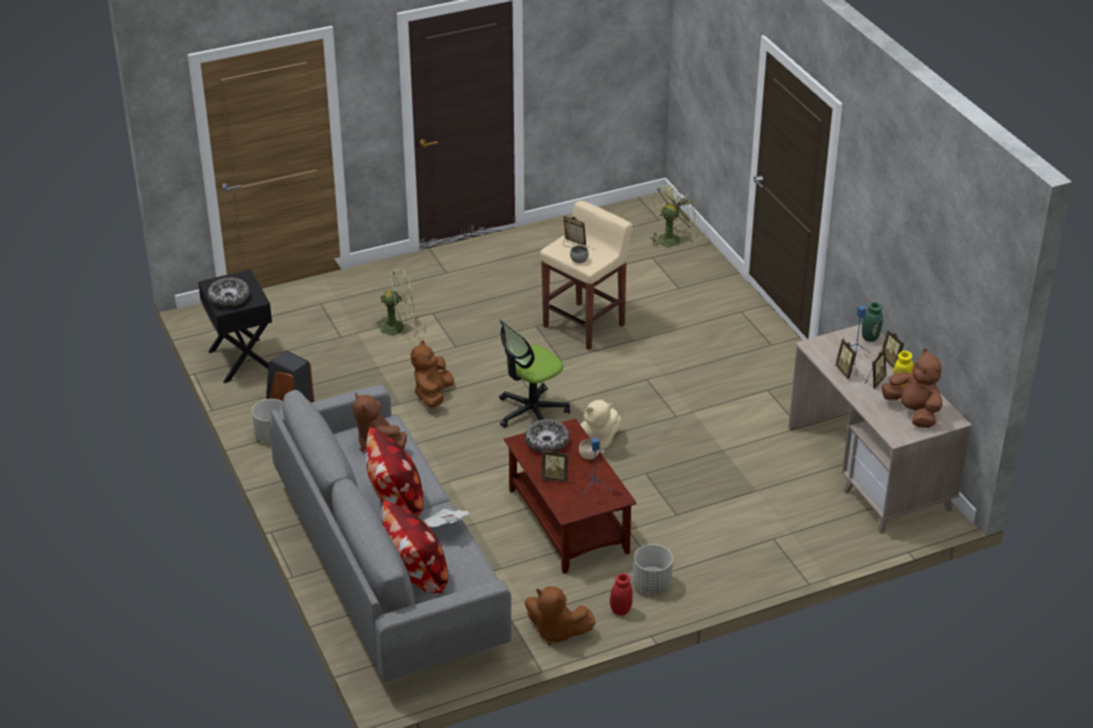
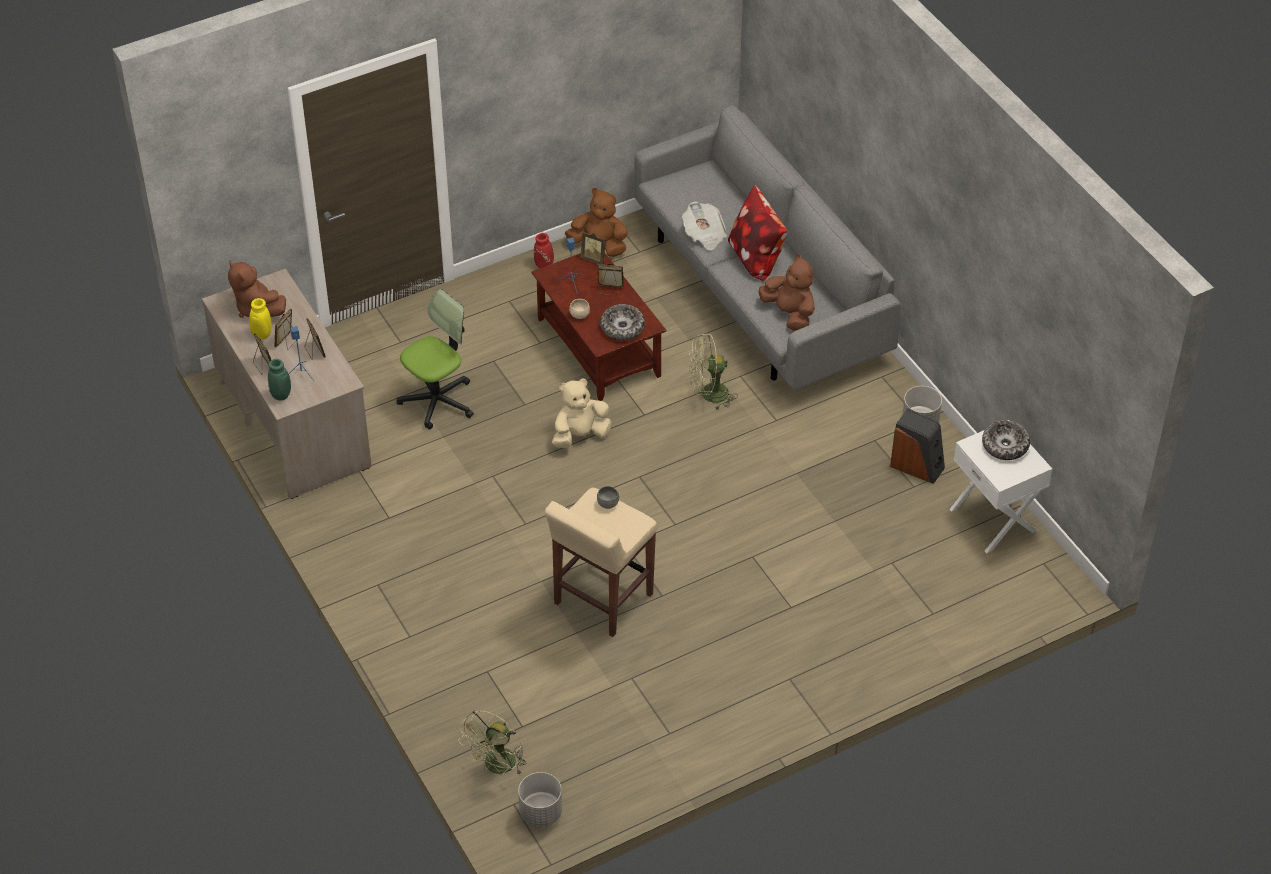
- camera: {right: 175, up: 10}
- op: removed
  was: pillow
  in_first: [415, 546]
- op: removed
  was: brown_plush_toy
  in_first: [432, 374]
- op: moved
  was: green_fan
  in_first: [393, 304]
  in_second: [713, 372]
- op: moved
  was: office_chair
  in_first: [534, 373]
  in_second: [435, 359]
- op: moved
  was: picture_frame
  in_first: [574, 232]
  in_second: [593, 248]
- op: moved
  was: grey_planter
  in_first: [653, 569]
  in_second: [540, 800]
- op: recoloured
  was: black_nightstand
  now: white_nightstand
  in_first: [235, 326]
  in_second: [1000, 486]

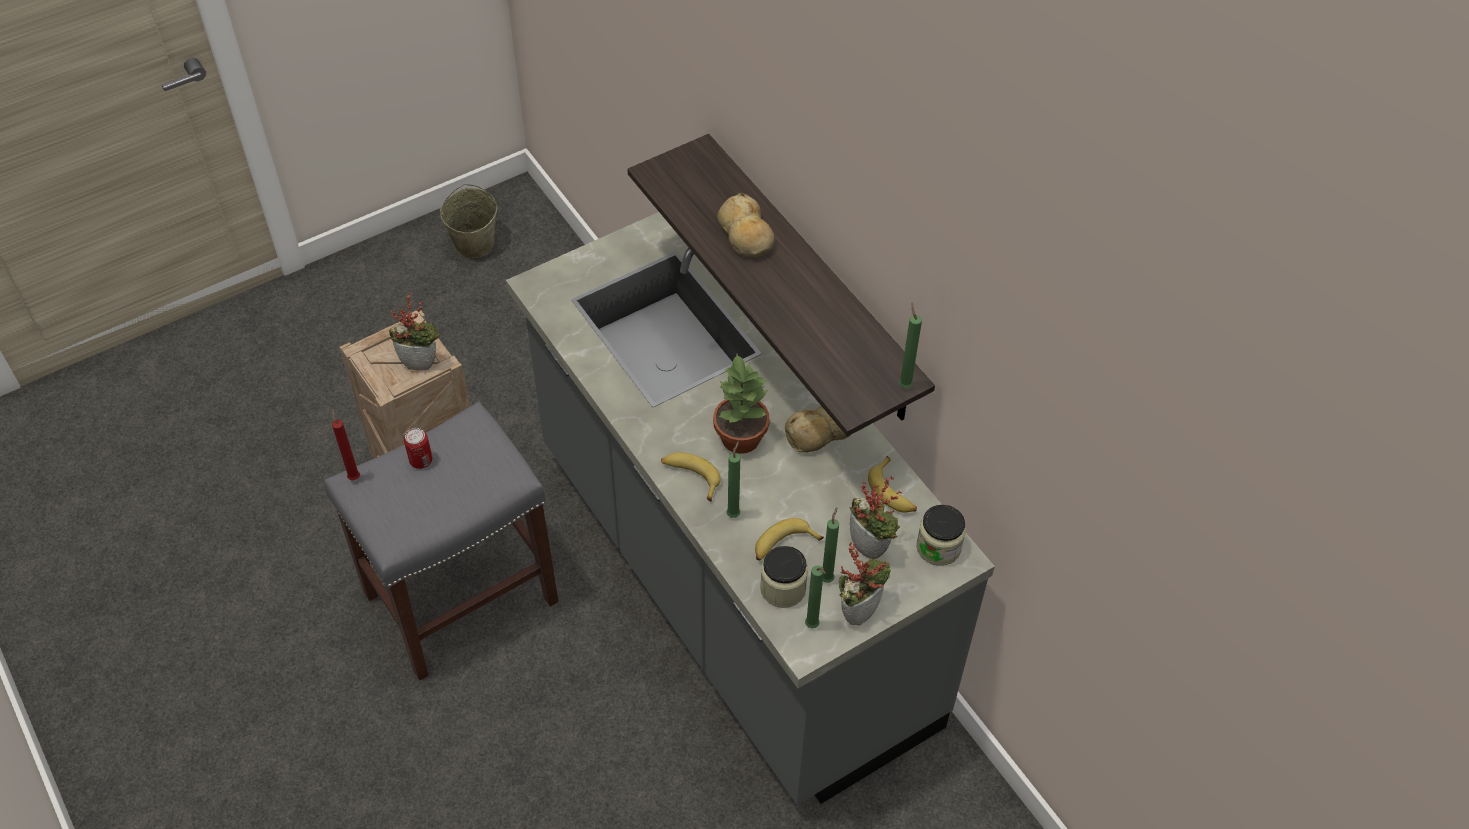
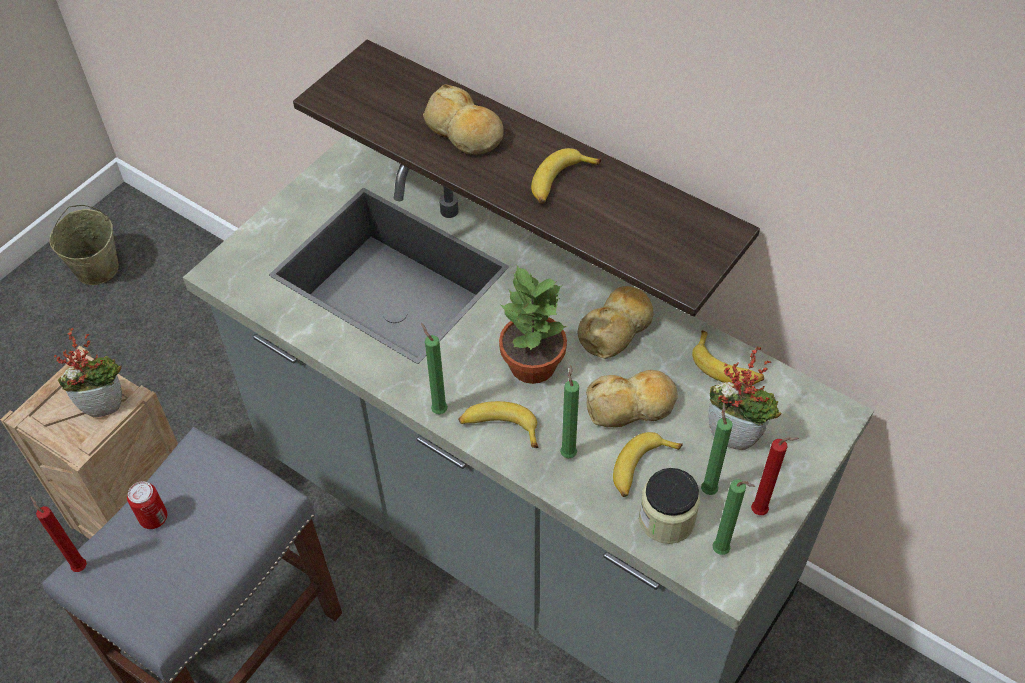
- camera: {right: -20, up: 0}
- op: removed
  was: jar
  in_first: [941, 535]
- op: added
  now: banana
  in_second: [566, 176]
- op: added
  now: bread
  in_second: [632, 398]
- op: moved
  was: green_candle
  in_first: [910, 345]
  in_second: [434, 368]
- op: replaced
  was: potted_plant
  now: red_candle
  in_first: [865, 584]
  in_second: [775, 476]

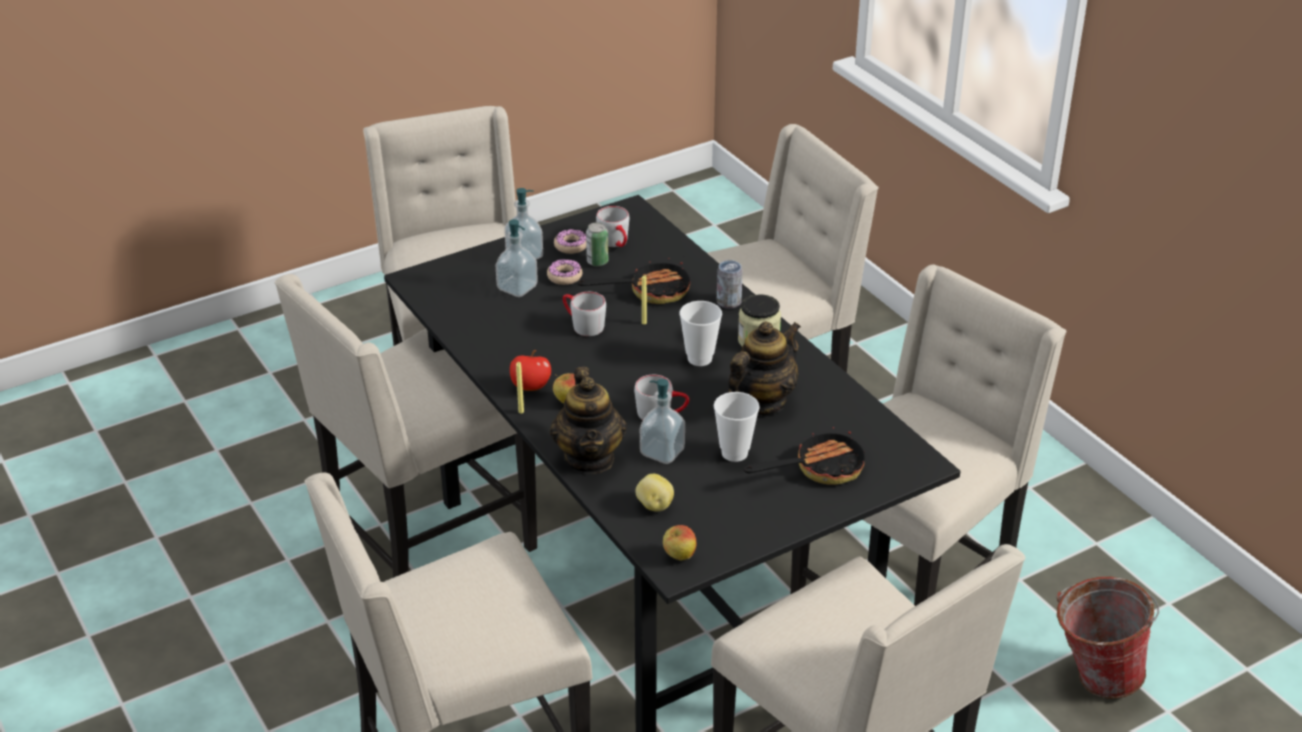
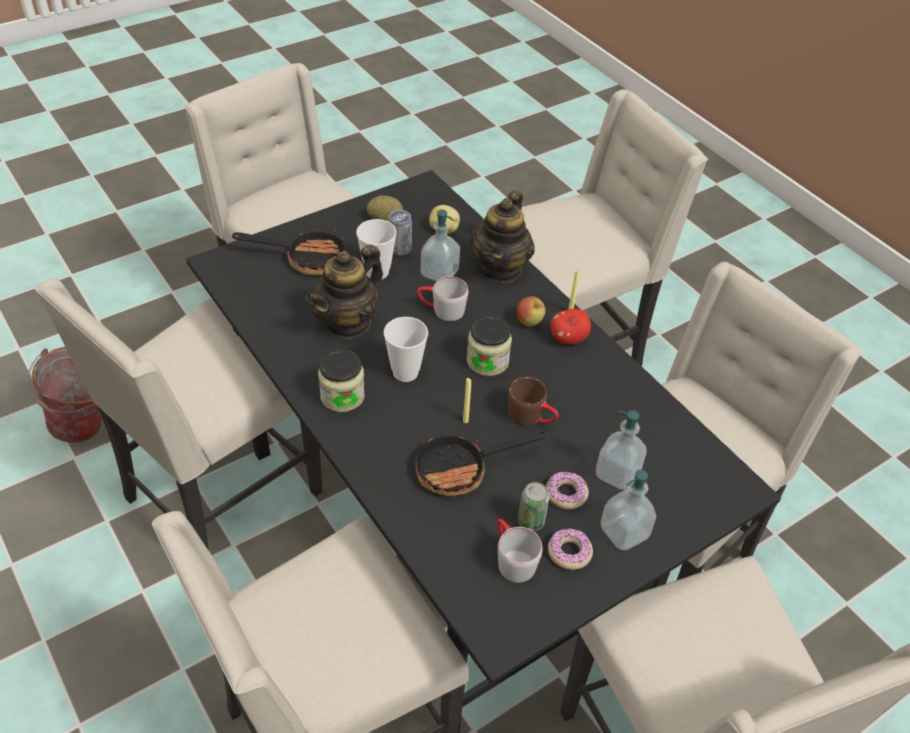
- camera: {right: 175, up: 10}
- op: removed
  was: apple
  in_first: [680, 542]
- op: added
  now: potato
  in_second: [385, 208]
- op: added
  now: jar
  in_second: [489, 346]
- op: moved
  was: can
  in_first: [730, 284]
  in_second: [400, 232]
- op: recoloured
  was: grey_mug
  now: brown_mug
  in_first: [584, 314]
  in_second: [533, 401]
- op: turned
  was: teapot
  in_first: [588, 420]
  in_second: [503, 236]
  clockwise: -150
- op: turned
  was: frying_pan
  in_first: [804, 455]
  in_second: [288, 252]
  clockwise: -150

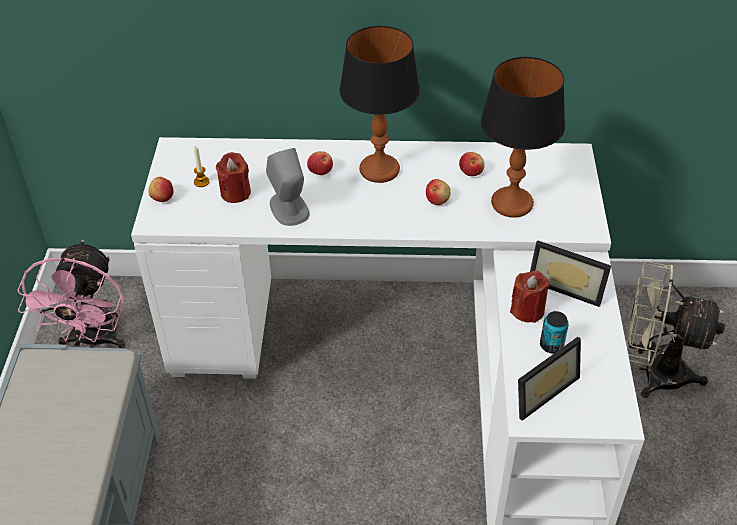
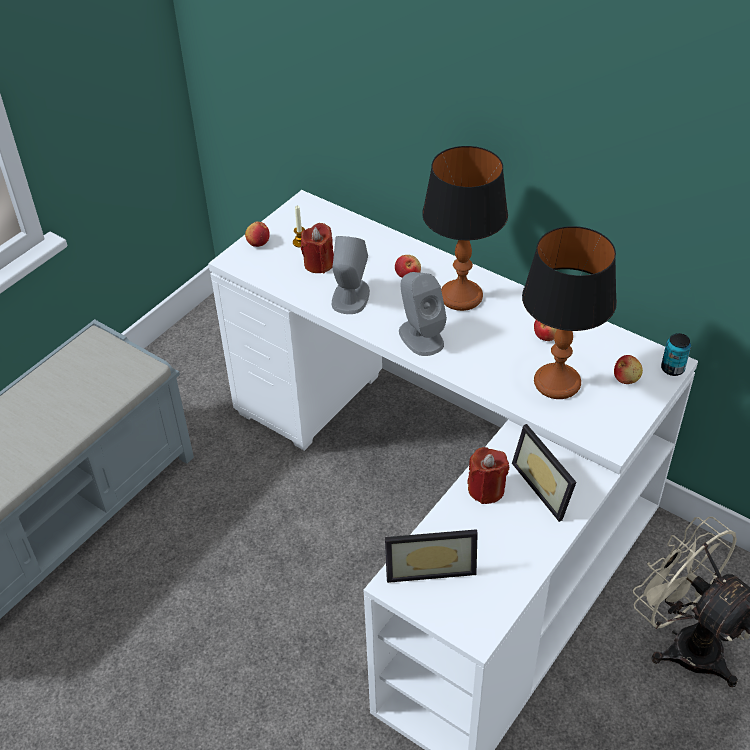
- camera: {right: 35, up: 0}
- op: removed
  was: pink_fan
  in_first: [71, 294]
- op: added
  now: grey_speaker
  in_second: [423, 314]
- op: moved
  was: apple
  in_first: [438, 192]
  in_second: [628, 369]
- op: moved
  was: can
  in_first: [554, 332]
  in_second: [676, 354]

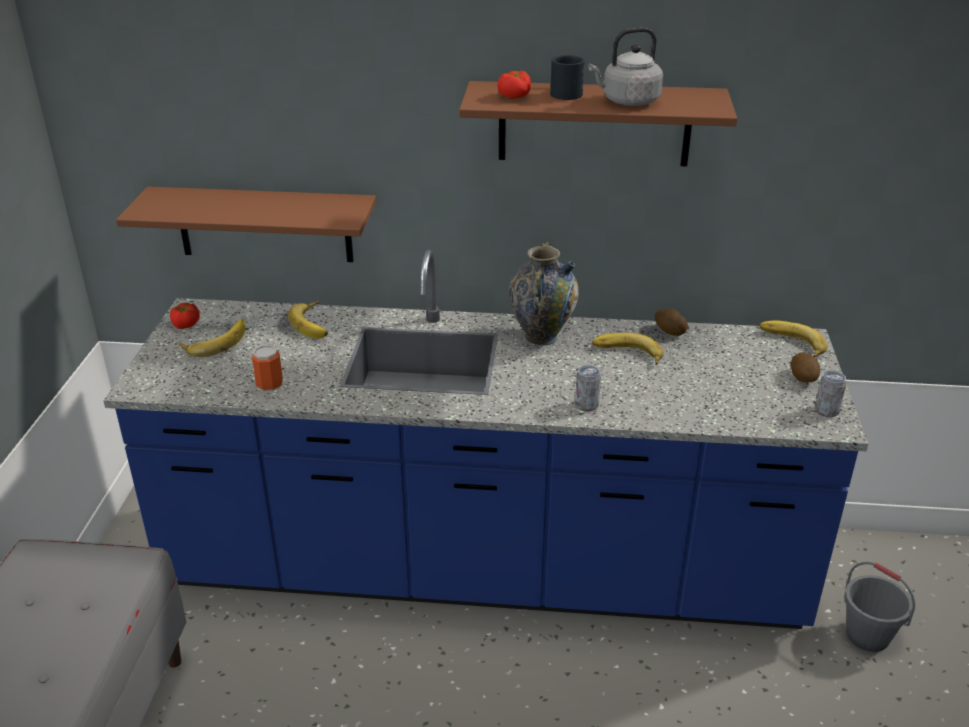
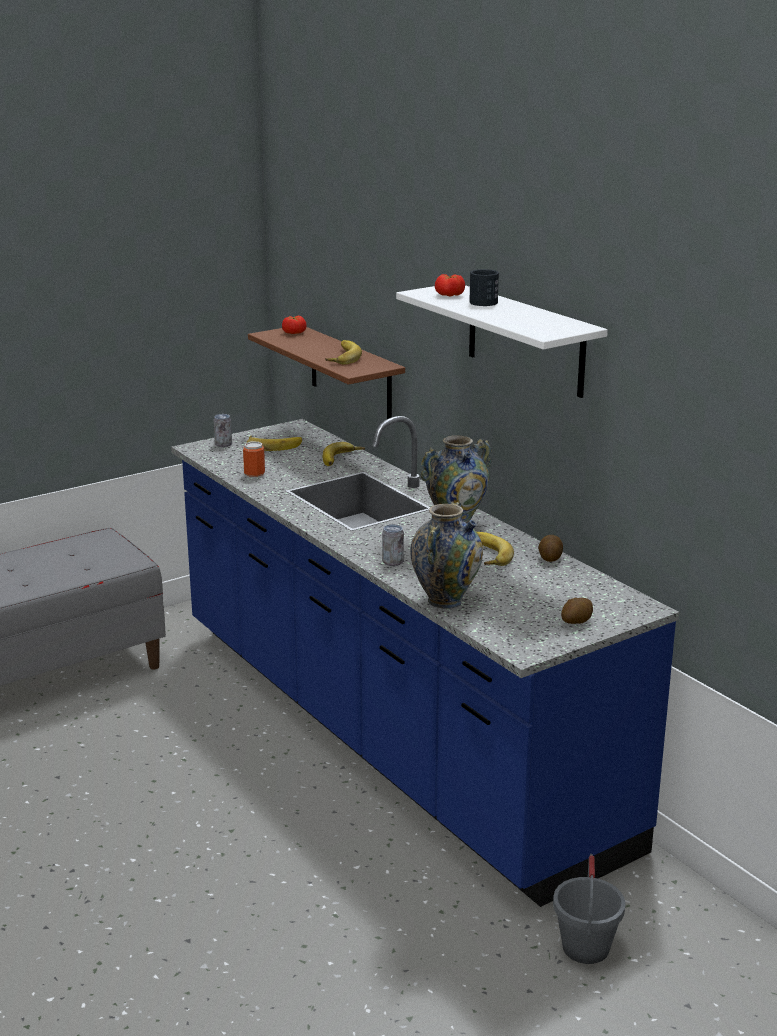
- camera: {right: 50, up: -10}
- op: removed
  was: grey_kettle
  in_first: [625, 66]
- op: added
  now: vase
  in_second: [446, 555]
- op: moved
  was: tomato
  in_first: [185, 316]
  in_second: [294, 325]
- op: moved
  was: banana
  in_first: [793, 338]
  in_second: [343, 352]
- op: moved
  was: can
  in_first: [830, 394]
  in_second: [223, 430]
- op: recoloured
  was: brown_shelf
  now: white_shelf
  in_first: [598, 123]
  in_second: [502, 341]

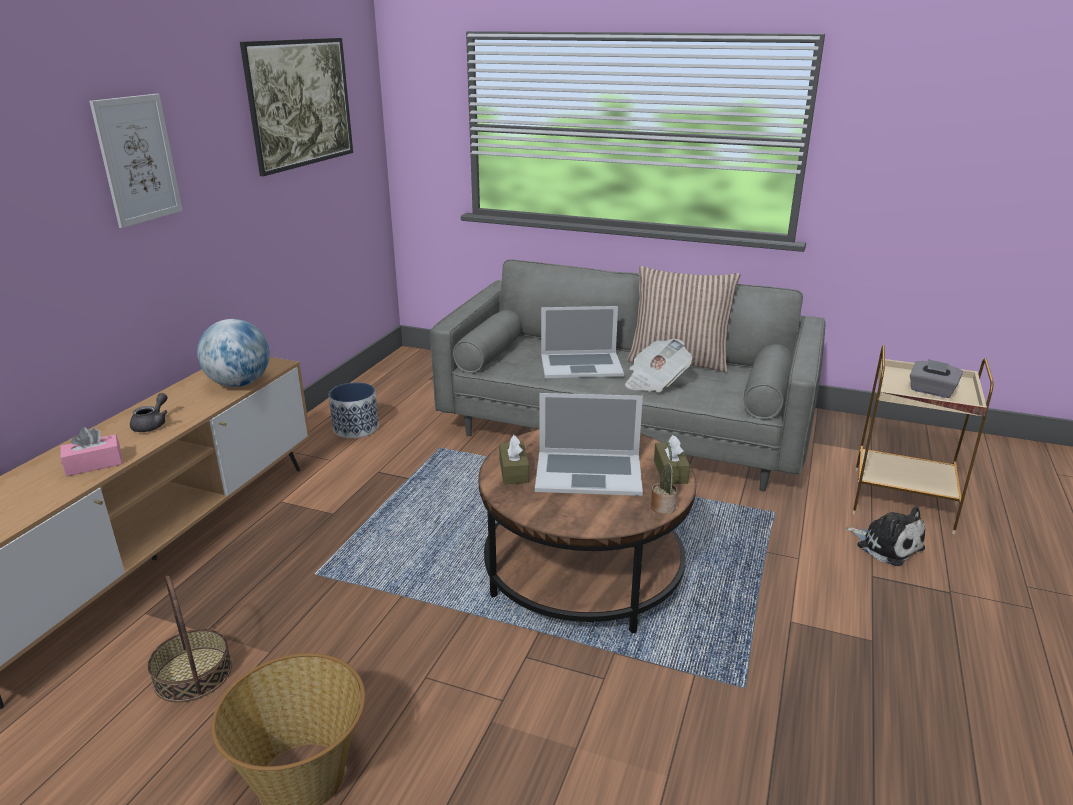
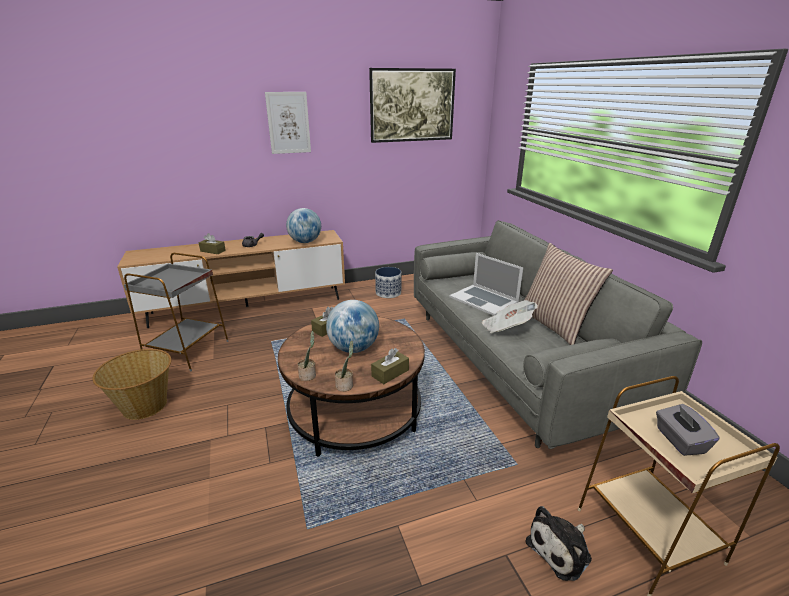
- camera: {right: 50, up: 0}
- op: added
  now: potted_plant
  in_second: [306, 356]
- op: replaced
  was: basket
  now: grey_side_table
  in_first: [190, 638]
  in_second: [176, 312]
- op: replaced
  was: laptop
  now: globe
  in_first: [589, 444]
  in_second: [352, 326]
- op: recoloured
  was: pink_tissue_box
  now: brown_tissue_box
  in_first: [91, 451]
  in_second: [212, 243]
- op: turned
  was: plush_toy
  in_first: [886, 536]
  in_second: [559, 543]
  clockwise: 45

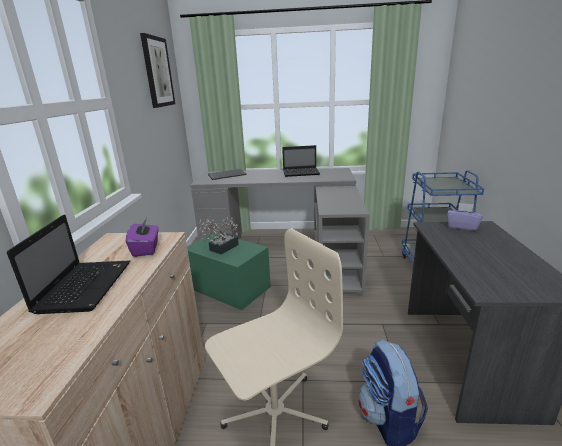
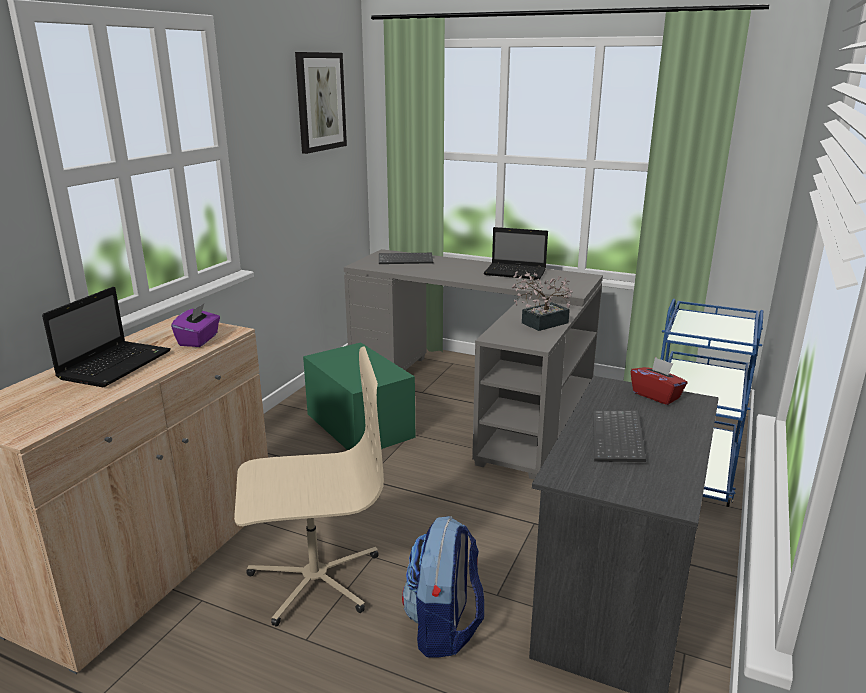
- camera: {right: 20, up: 0}
- op: added
  now: keyboard
  in_second: [619, 436]
- op: moved
  was: potted_plant
  in_first: [219, 236]
  in_second: [541, 301]
- op: recoloured
  was: purple_tissue_box
  now: red_tissue_box
  in_first: [465, 217]
  in_second: [659, 381]

